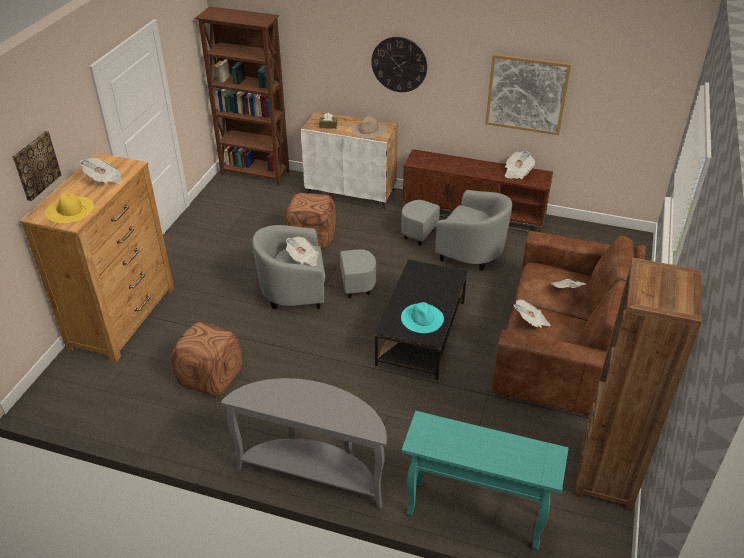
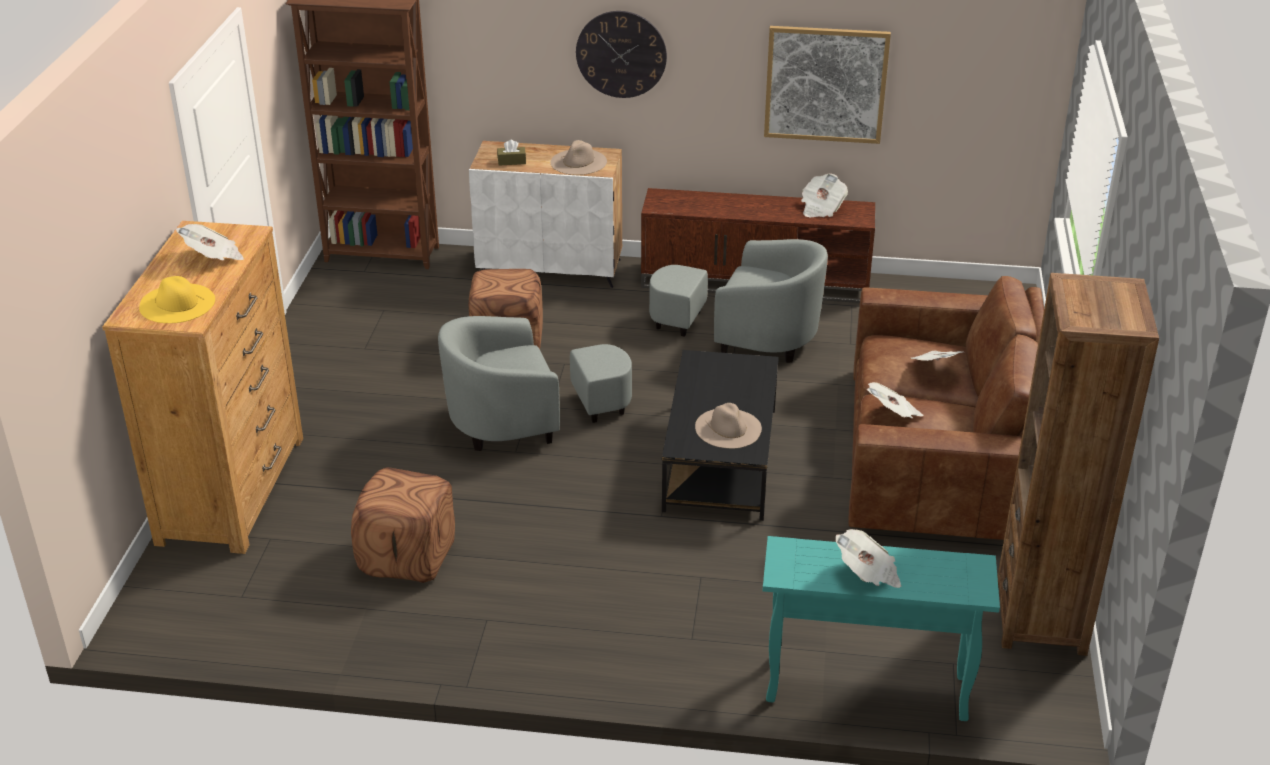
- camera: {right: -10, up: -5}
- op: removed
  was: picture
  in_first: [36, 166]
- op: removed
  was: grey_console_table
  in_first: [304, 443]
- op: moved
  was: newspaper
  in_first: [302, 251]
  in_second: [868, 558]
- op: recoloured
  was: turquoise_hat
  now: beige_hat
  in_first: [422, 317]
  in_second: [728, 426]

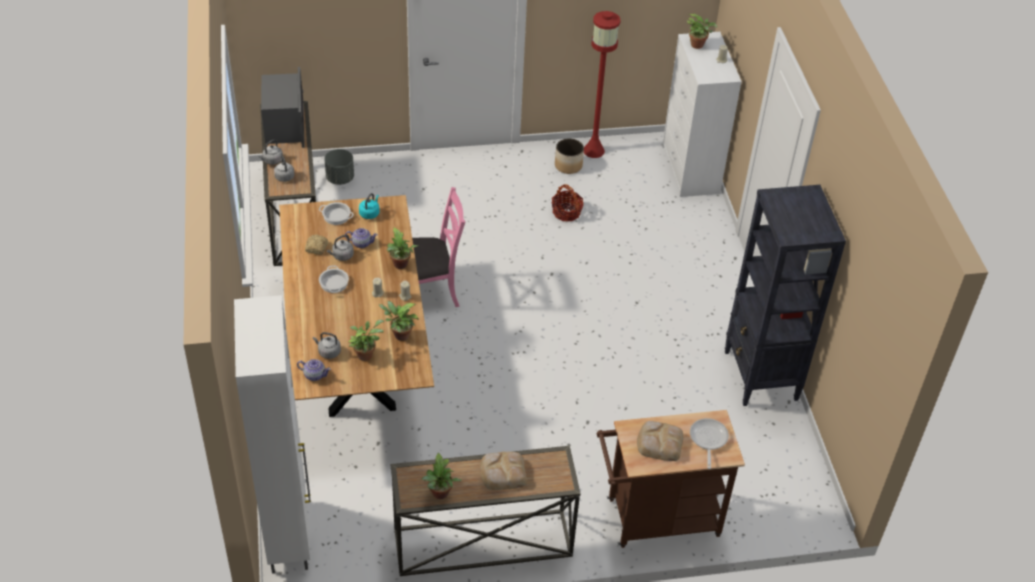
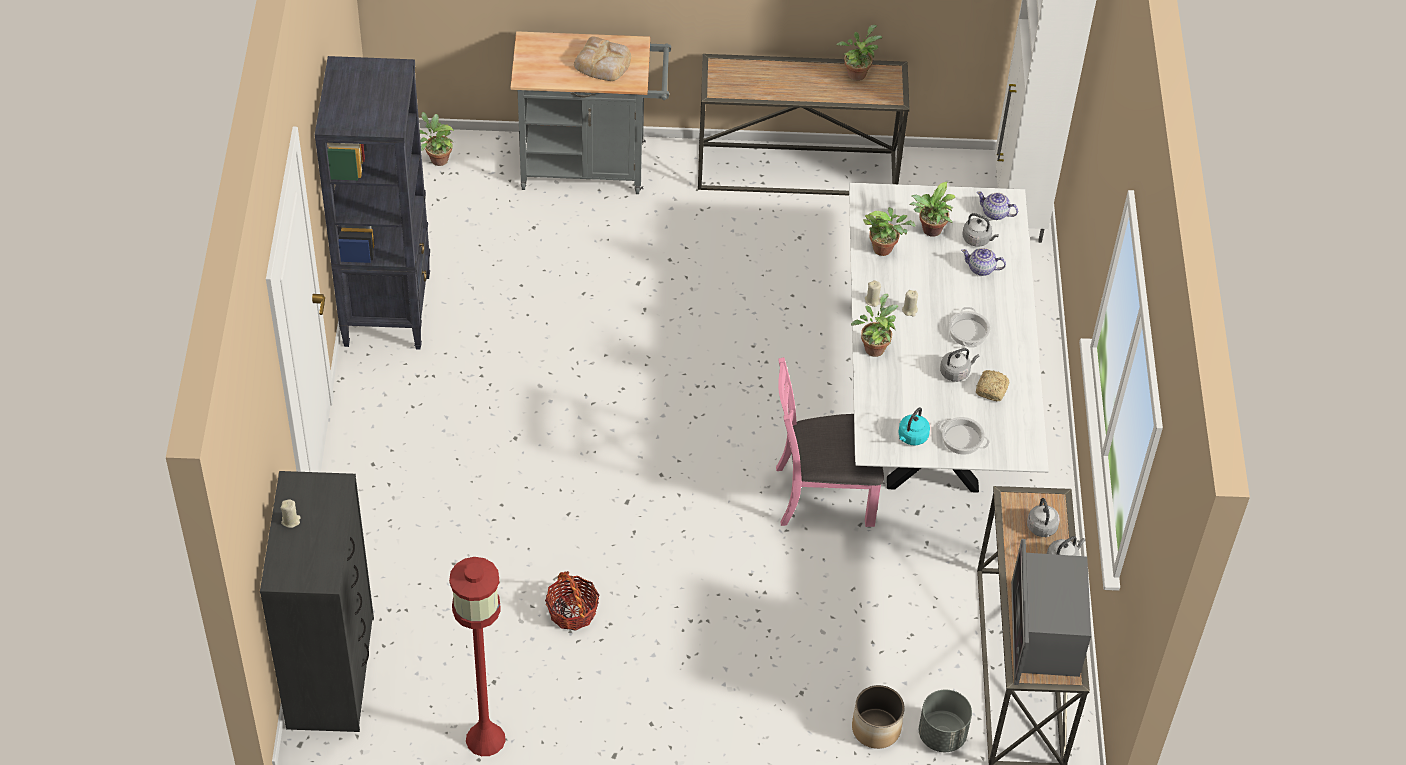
- camera: {right: -170, up: 5}
- op: removed
  was: bread
  in_first: [503, 471]
- op: removed
  was: frying_pan
  in_first: [709, 443]
- op: moved
  was: teapot
  in_first: [361, 238]
  in_second: [983, 262]
- op: moved
  was: planter
  in_first: [569, 156]
  in_second: [878, 717]
- op: moved
  was: potted_plant
  in_first: [702, 31]
  in_second: [437, 139]
- op: recoloured
  was: brown_dining_table
  now: white_dining_table
  in_first: [356, 306]
  in_second: [949, 338]
- op: recoloured
  was: brown_cart
  now: grey_cart
  in_first: [671, 479]
  in_second: [591, 112]
- op: recoloured
  was: white_dresser
  now: black_dresser
  in_first: [702, 114]
  in_second: [317, 601]

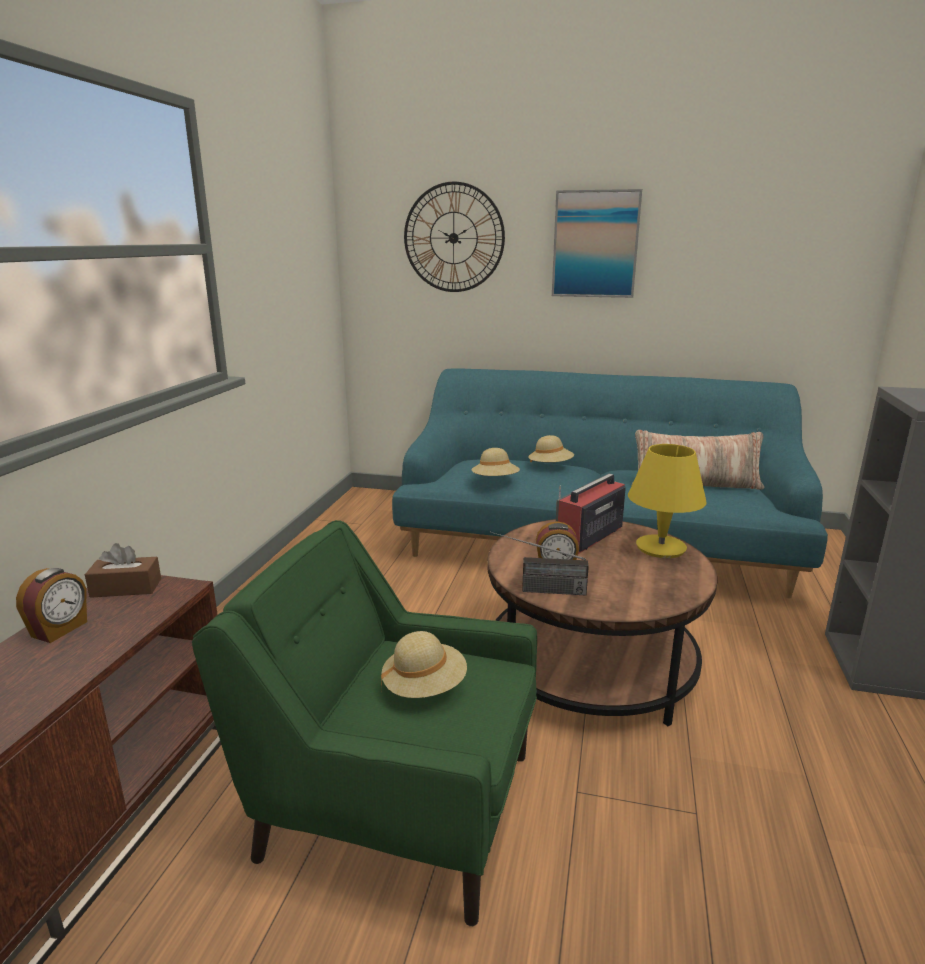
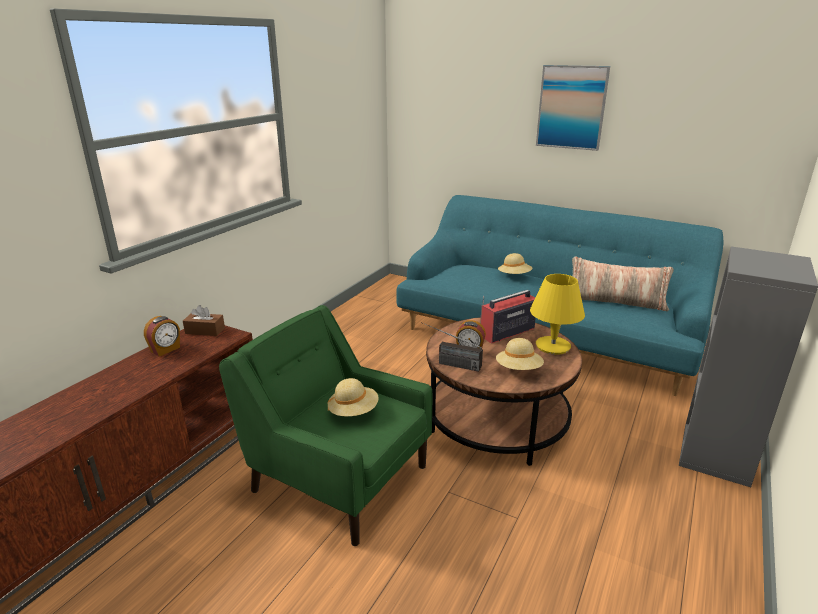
- camera: {right: 15, up: 5}
- op: removed
  was: wall_clock
  in_first: [454, 237]
- op: moved
  was: beige_hat
  in_first: [495, 462]
  in_second: [520, 354]

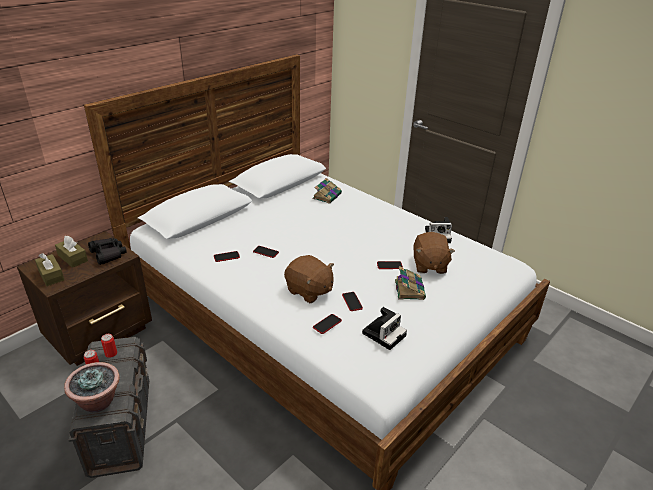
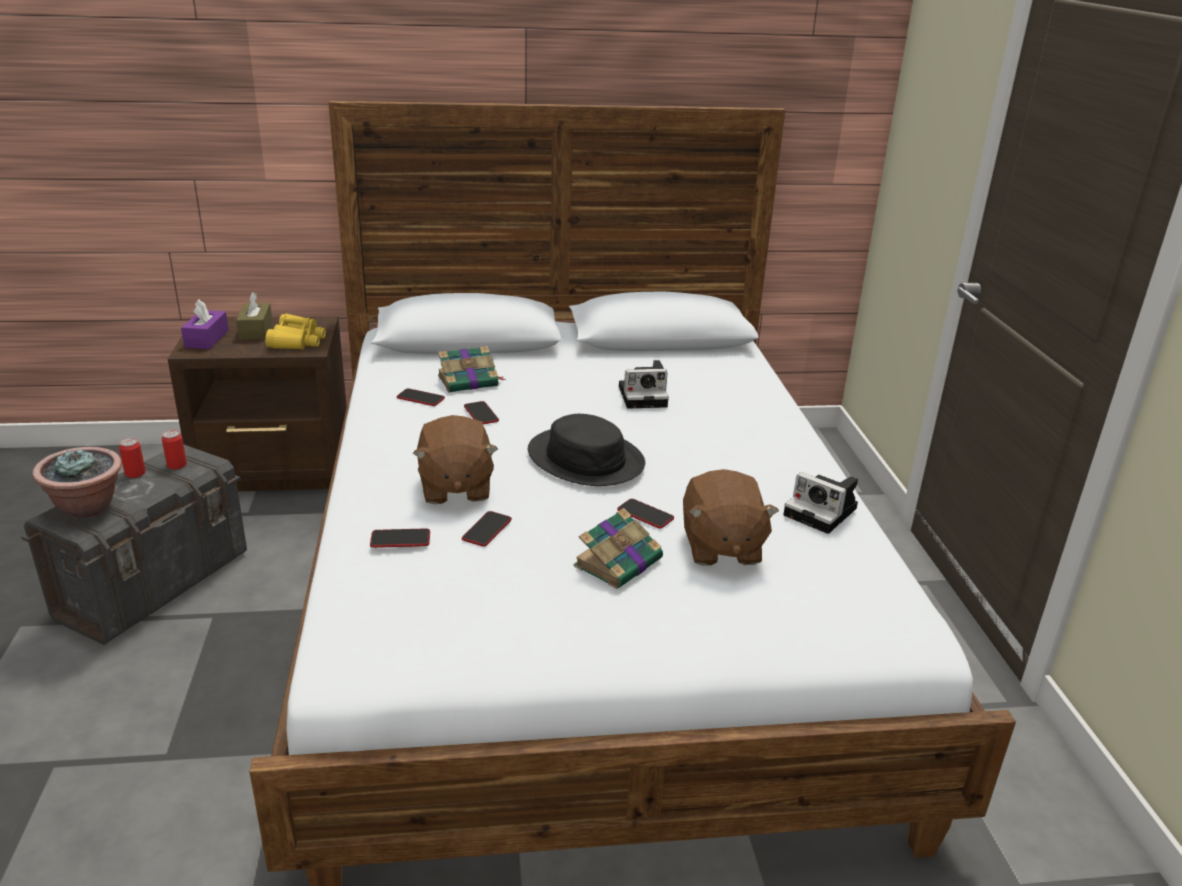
- camera: {right: 40, up: -5}
- op: added
  now: black_hat
  in_second: [586, 450]
- op: moved
  was: book
  in_first: [327, 191]
  in_second: [472, 369]
- op: moved
  was: photo_camera
  in_first: [384, 328]
  in_second: [644, 384]
- op: recoloured
  was: brown_tissue_box
  now: purple_tissue_box
  in_first: [49, 269]
  in_second: [205, 324]
- op: recoloured
  was: black_binoculars
  now: yellow_binoculars
  in_first: [107, 251]
  in_second: [295, 332]
- op: turned
  was: brown_plush_toy
  in_first: [434, 253]
  in_second: [731, 517]
  clockwise: -45

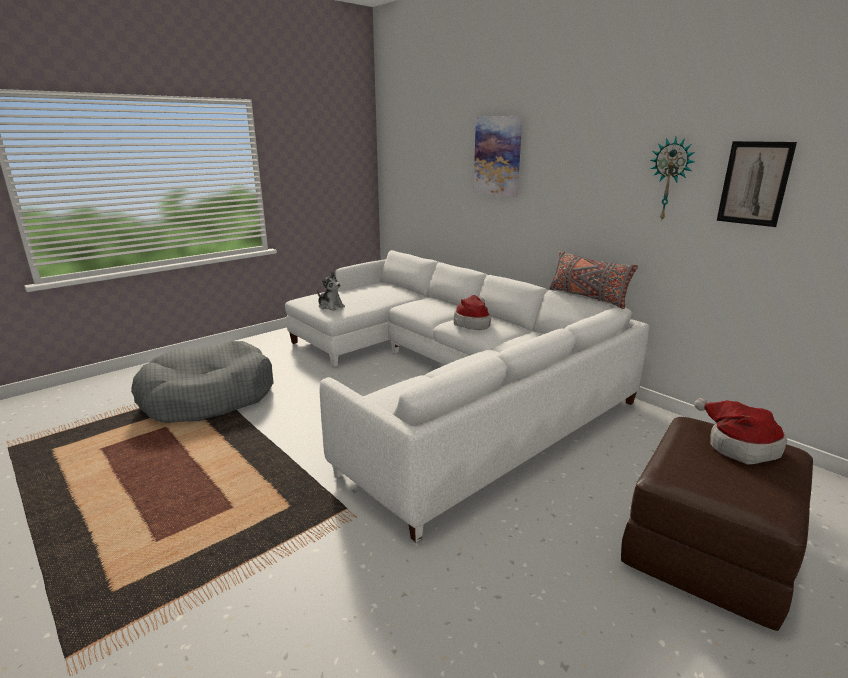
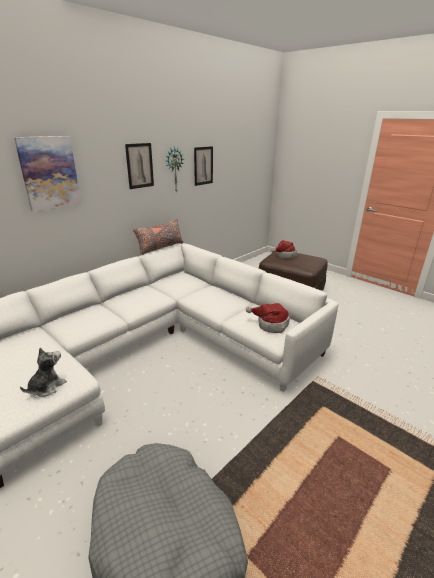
- camera: {right: -95, up: 5}
- op: added
  now: picture
  in_second: [139, 166]
- op: moved
  was: hat
  in_first: [472, 312]
  in_second: [268, 318]

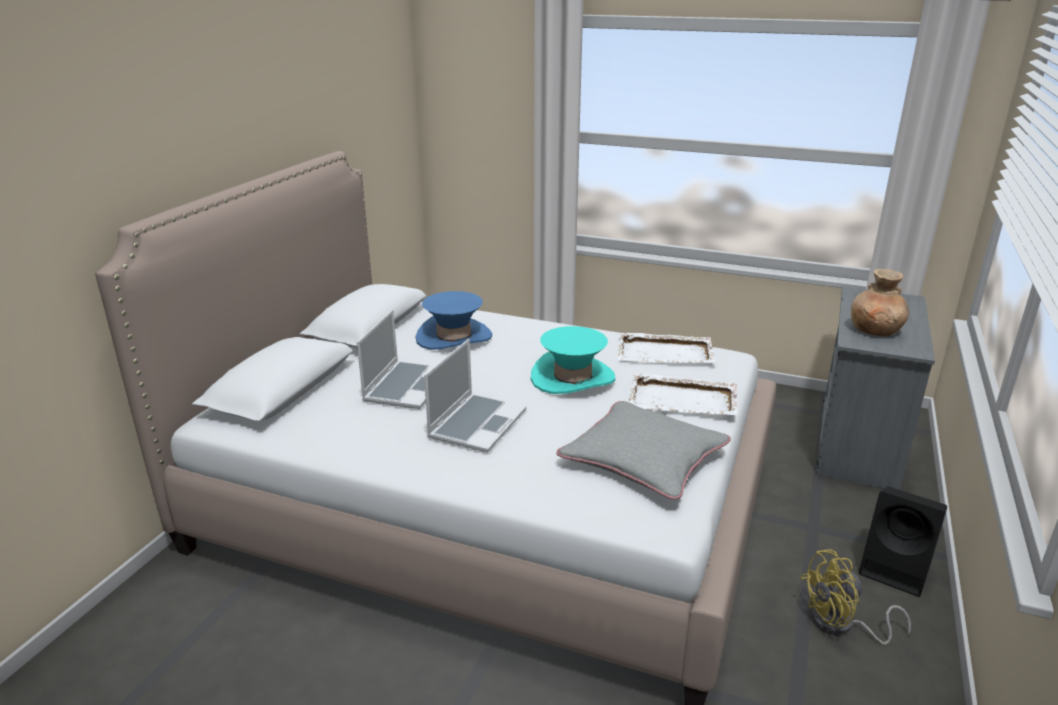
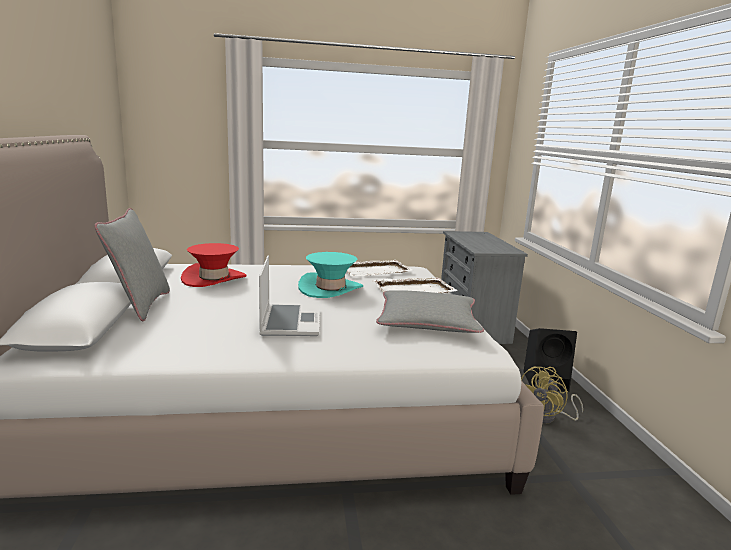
- camera: {right: -30, up: -10}
- op: removed
  was: laptop
  in_first: [396, 359]
- op: removed
  was: brown_vase
  in_first: [880, 302]
- op: added
  now: grey_pillow
  in_second: [132, 264]
- op: recoloured
  was: blue_hat
  now: red_hat
  in_first: [454, 320]
  in_second: [214, 265]

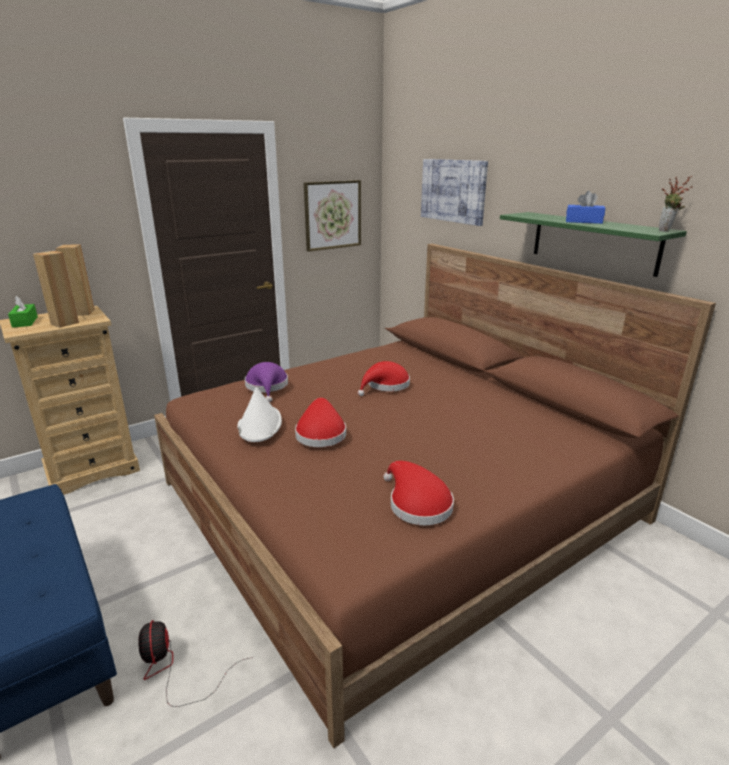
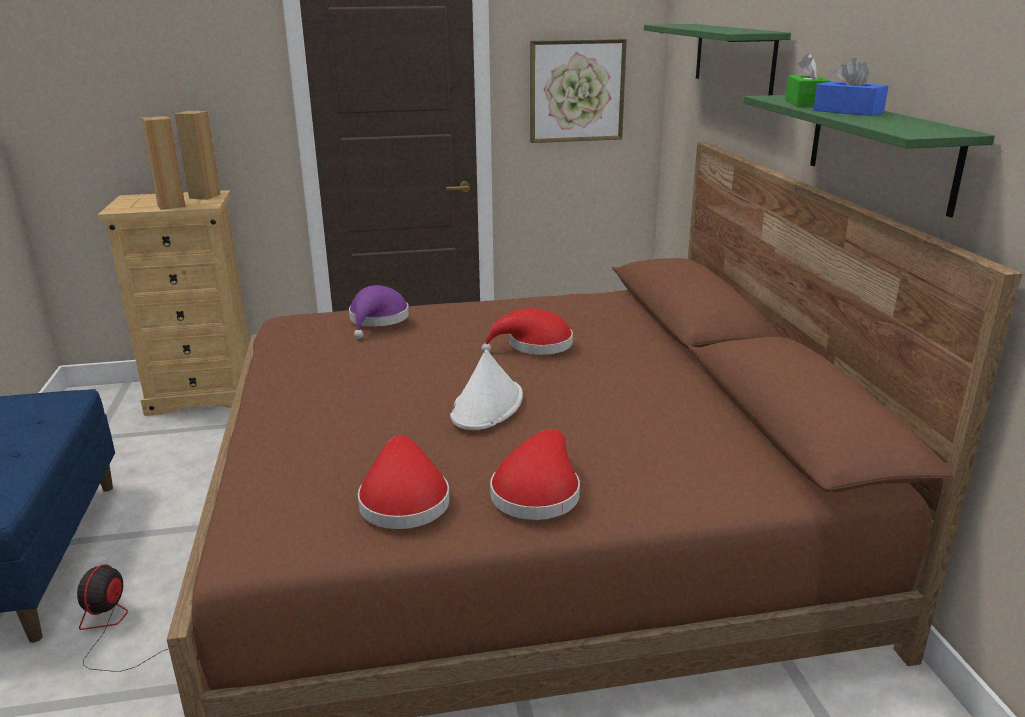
- camera: {right: 25, up: 0}
- op: removed
  was: potted_plant
  in_first: [675, 204]
- op: moved
  was: green_tissue_box
  in_first: [23, 312]
  in_second: [807, 80]
- op: moved
  was: white_hat
  in_first: [259, 414]
  in_second: [486, 389]
- op: moved
  was: red_hat
  in_first: [320, 422]
  in_second: [535, 474]
- op: replaced
  was: picture
  now: green_shelf
  in_first: [454, 192]
  in_second: [717, 59]

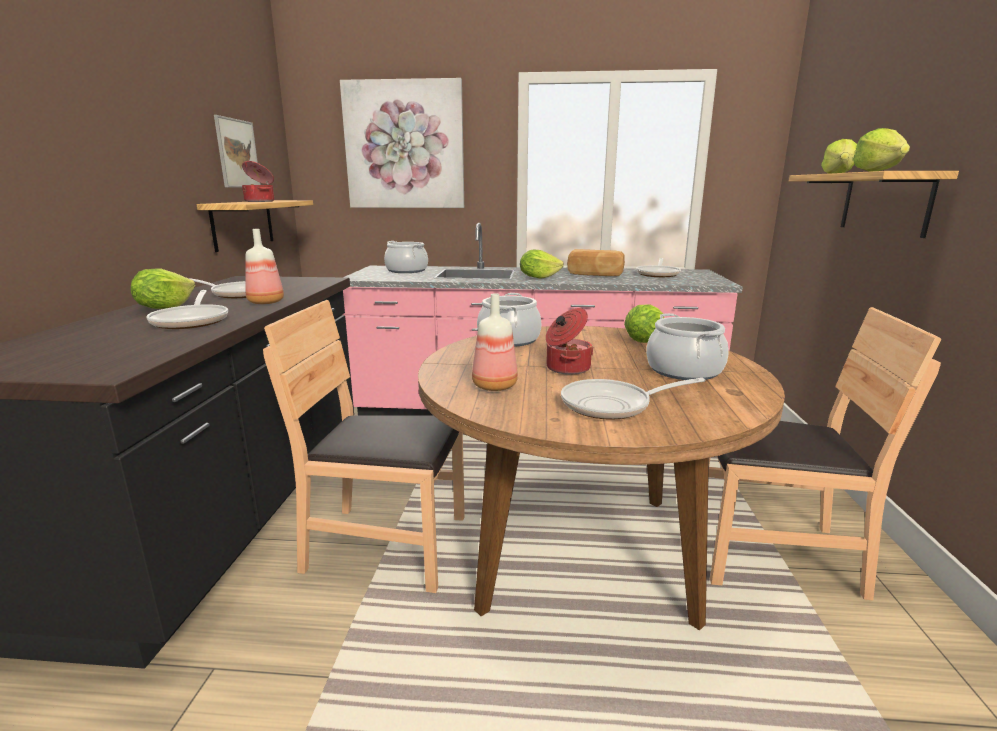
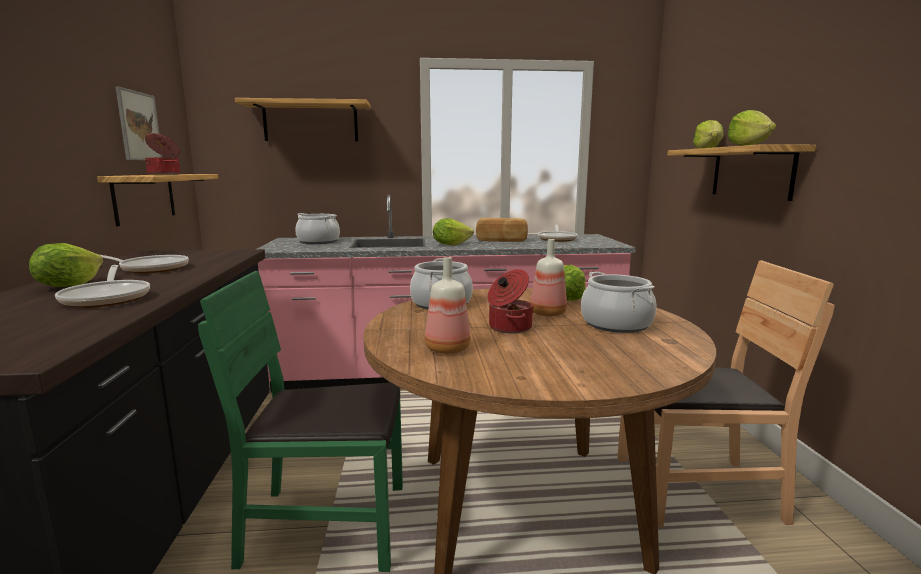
- camera: {right: -10, up: -5}
- op: removed
  was: frying_pan
  in_first: [633, 399]
- op: moved
  was: bottle
  in_first: [264, 266]
  in_second: [548, 278]
- op: replaced
  was: picture
  now: shelf
  in_first: [402, 143]
  in_second: [302, 120]
- op: recoloured
  was: brown_chair
  now: green_chair
  in_first: [364, 446]
  in_second: [300, 421]

